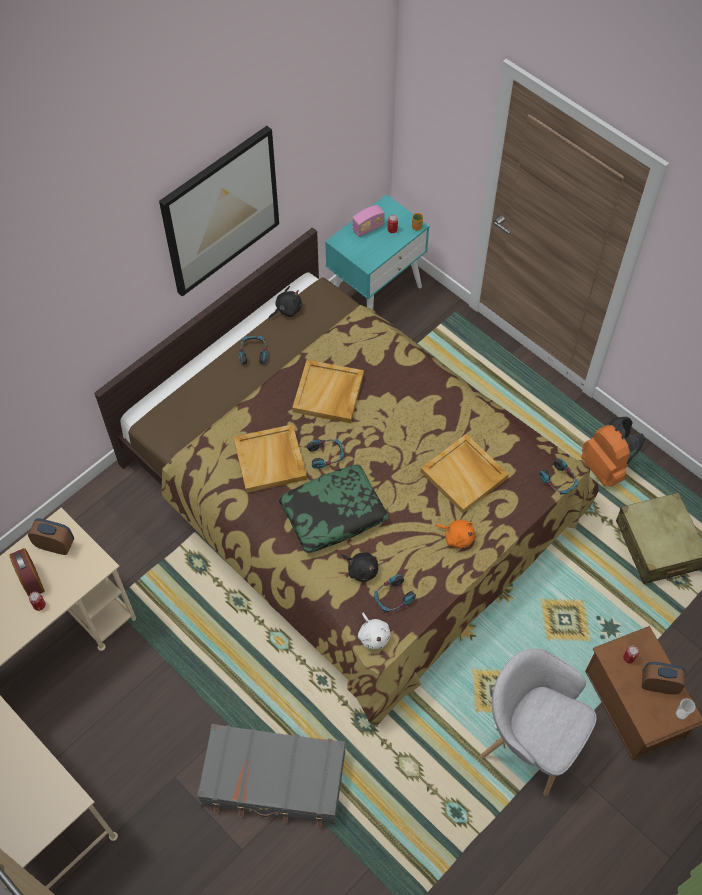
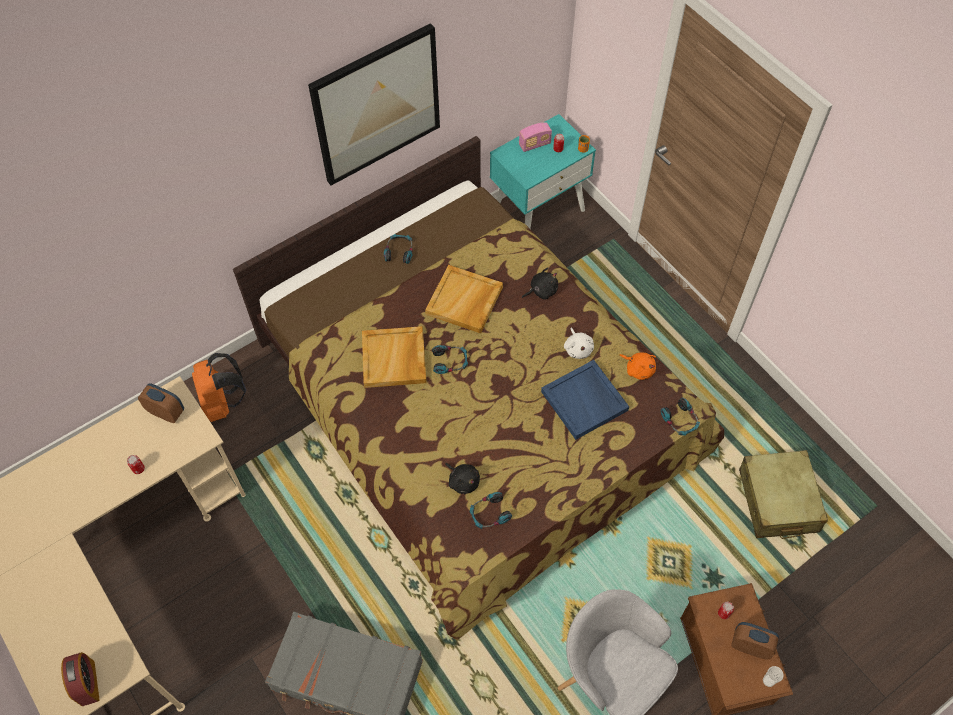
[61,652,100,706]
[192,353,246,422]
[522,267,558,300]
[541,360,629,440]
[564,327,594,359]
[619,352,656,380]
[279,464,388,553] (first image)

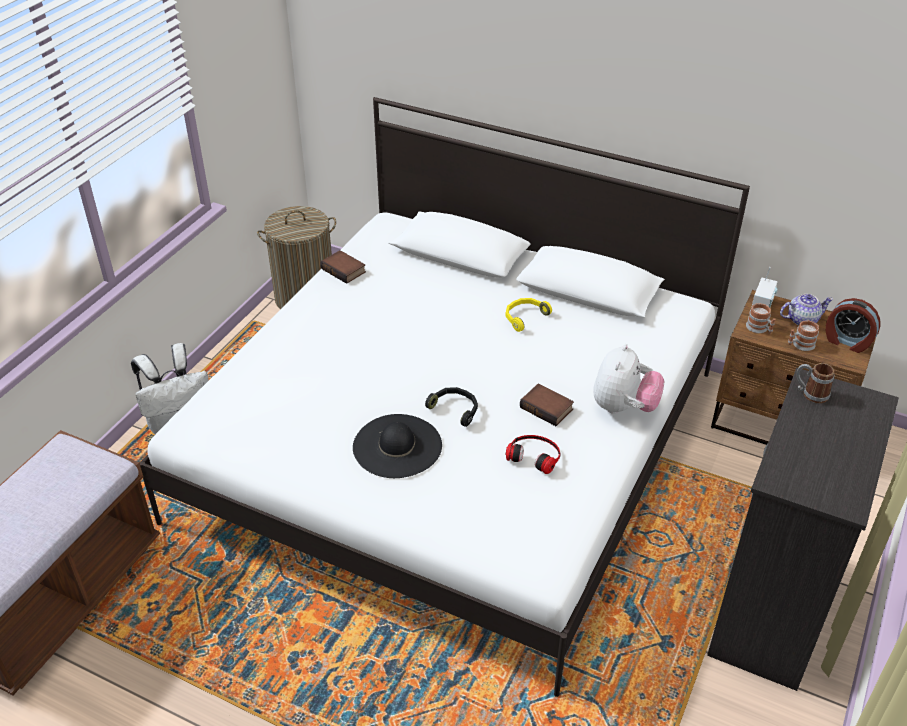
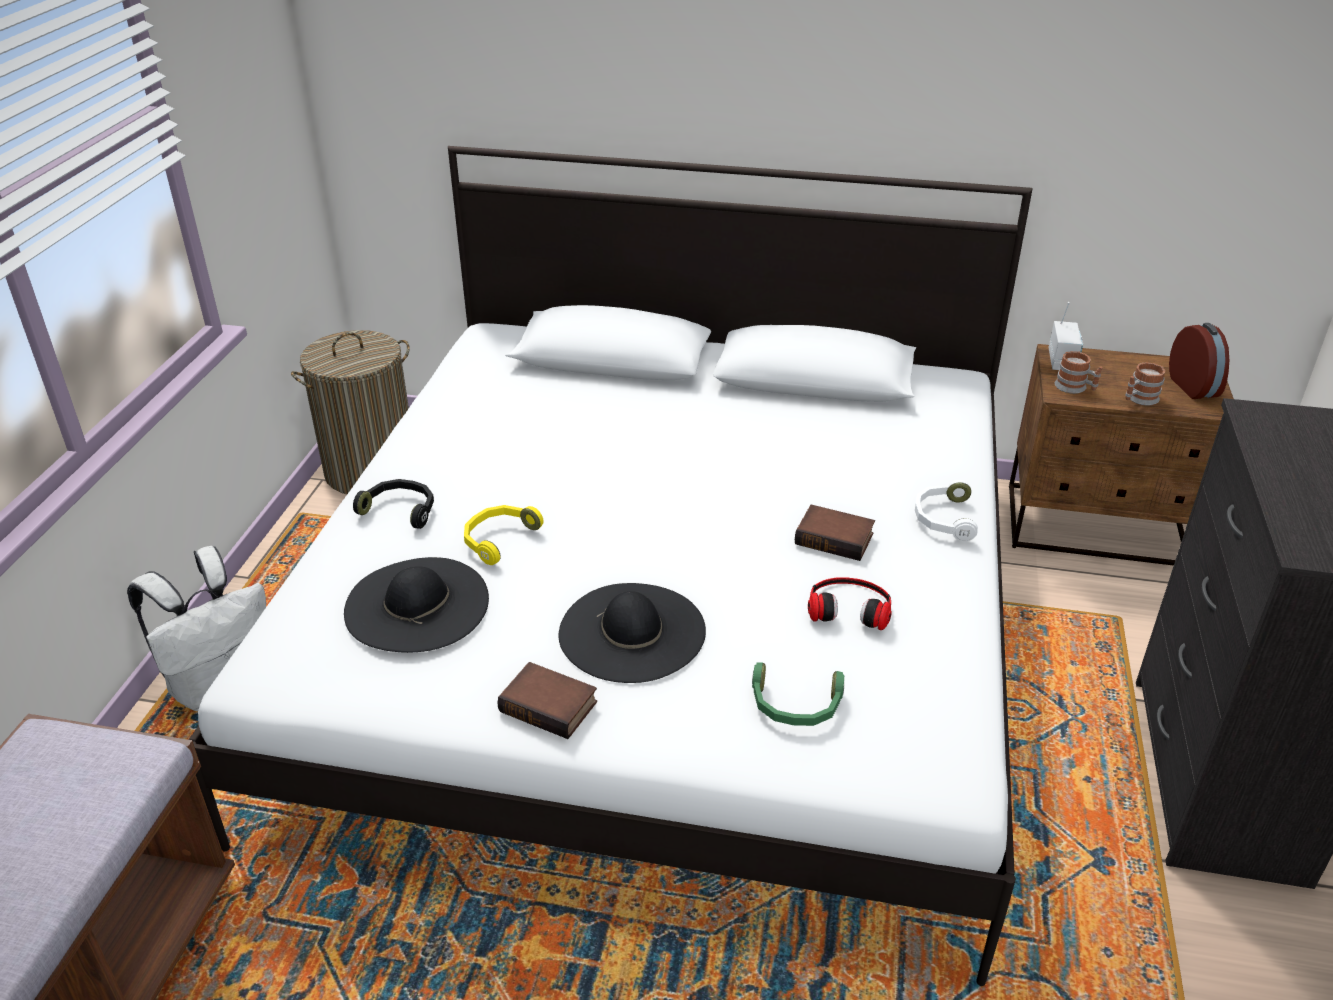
[344,557,489,653]
[353,479,434,529]
[464,505,544,565]
[497,662,597,739]
[752,662,845,726]
[915,480,978,541]
[1169,323,1229,399]
[780,294,833,325] (first image)
[796,363,835,403] (first image)

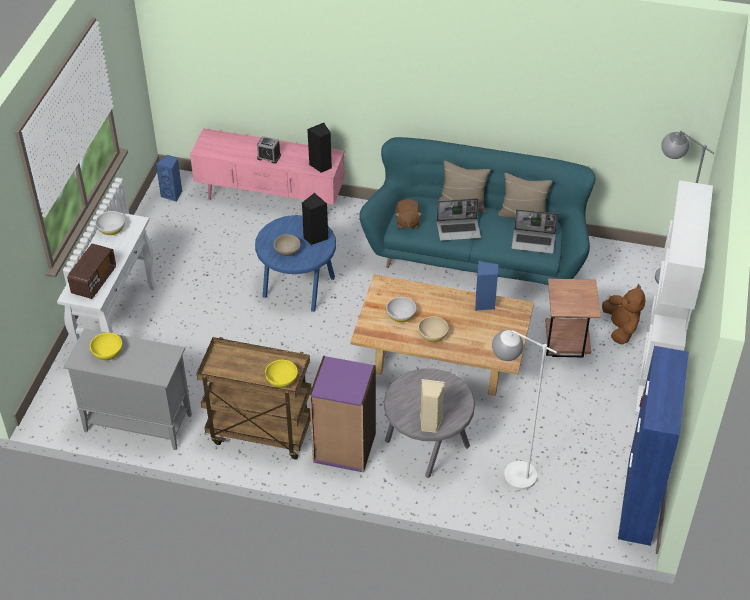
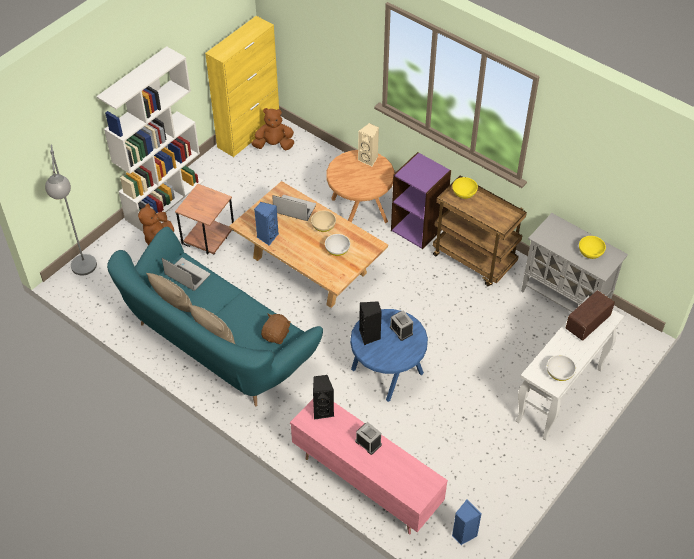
[205,16,279,157]
[252,108,294,150]
[272,195,316,221]
[326,150,394,223]
[390,310,413,341]
[492,330,557,490] (first image)

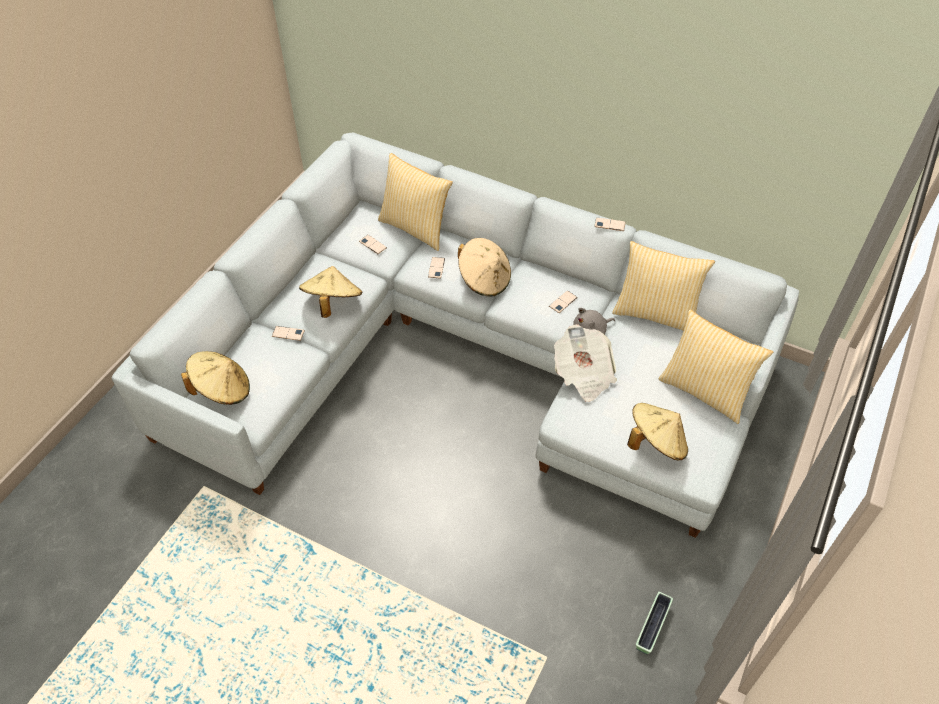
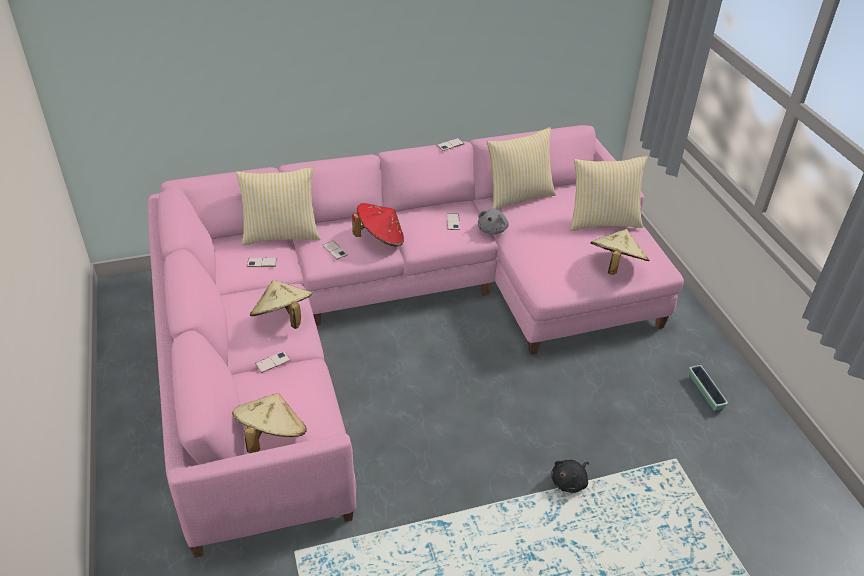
[148,125,684,558]
[352,203,404,247]
[551,460,589,493]
[554,324,617,402] (first image)

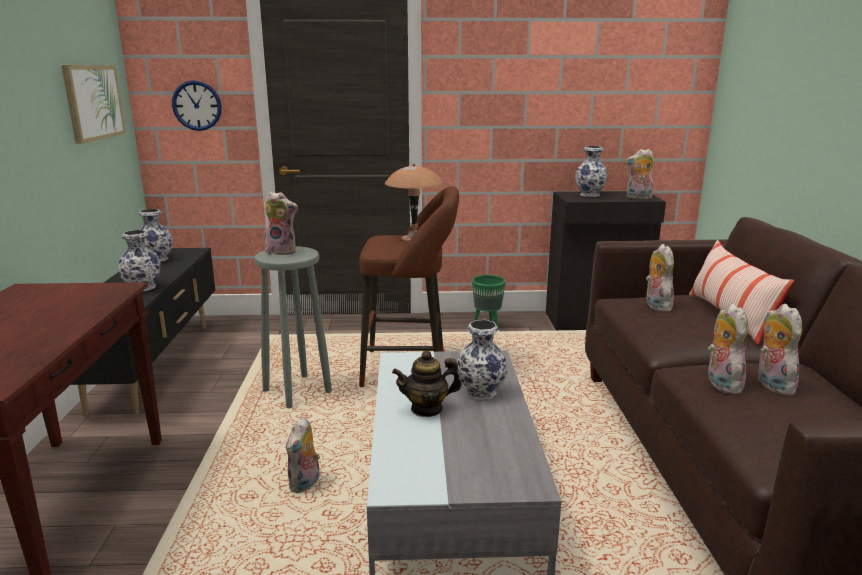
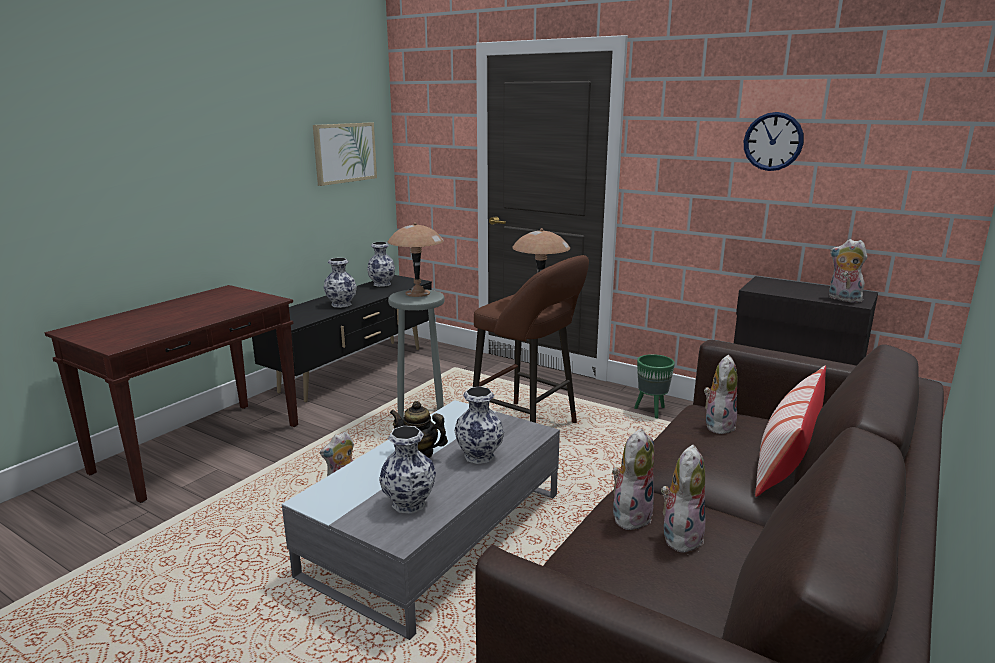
[379,426,436,514]
[388,222,444,297]
[744,112,804,171]

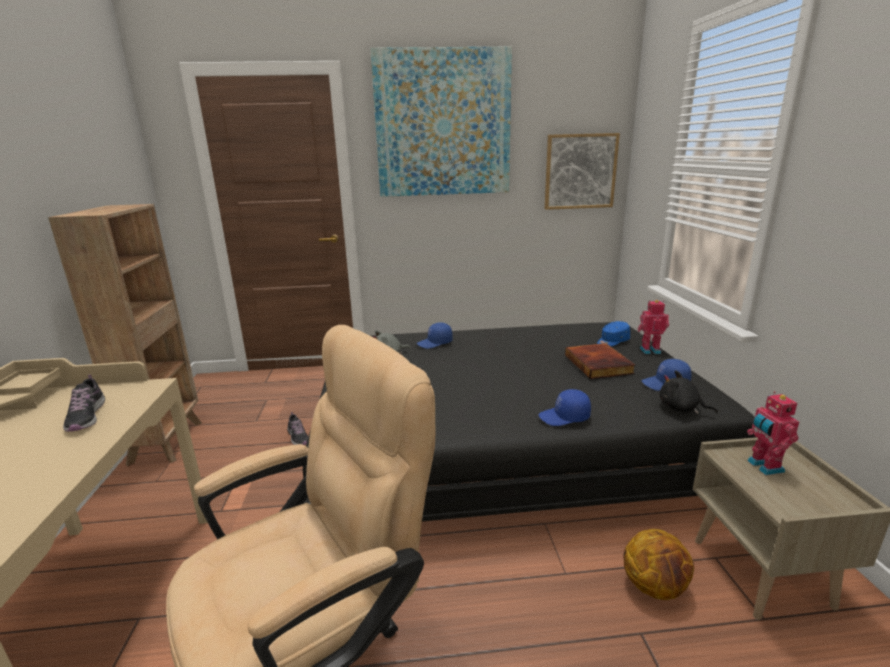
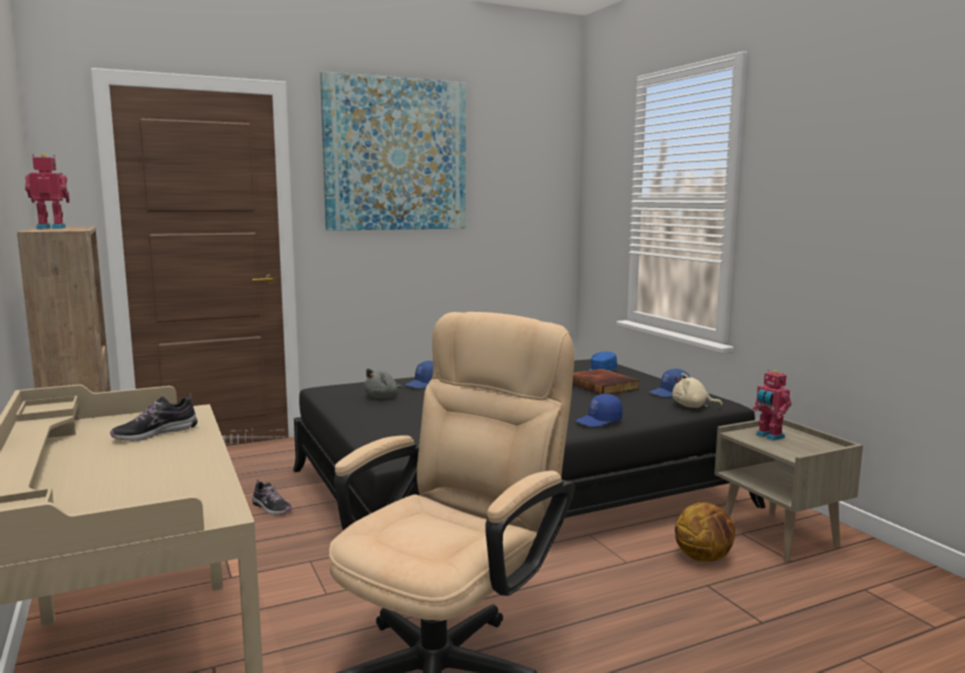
[25,153,70,229]
[110,394,198,441]
[672,373,723,408]
[545,133,620,210] (first image)

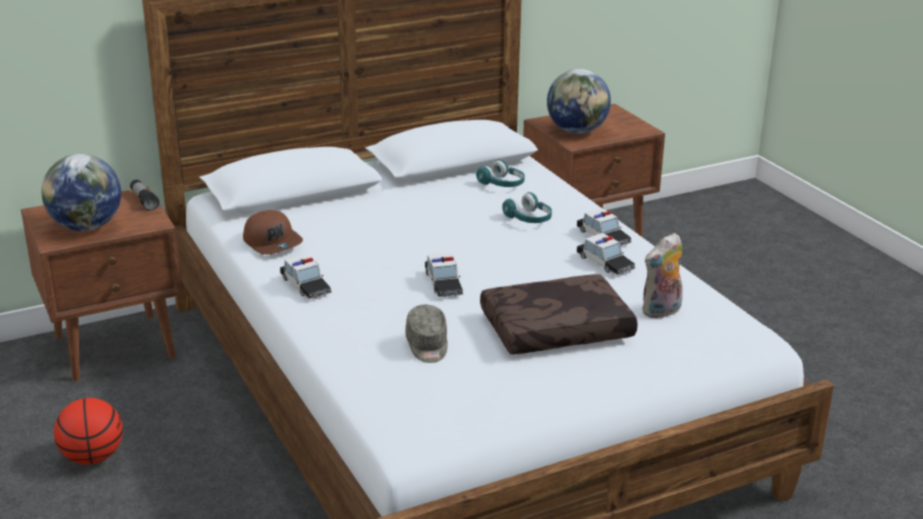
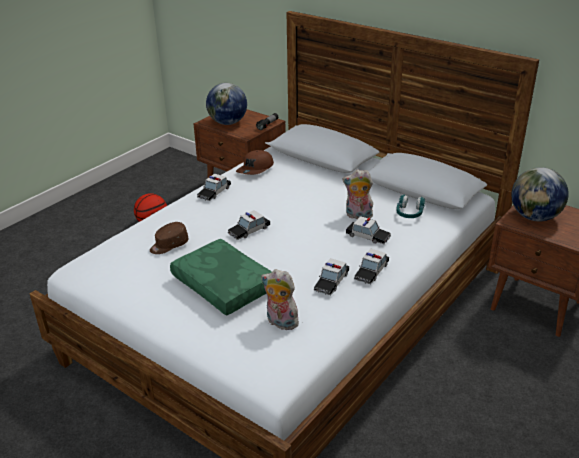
[150,222,188,254]
[170,239,272,316]
[343,170,374,219]
[346,216,391,244]

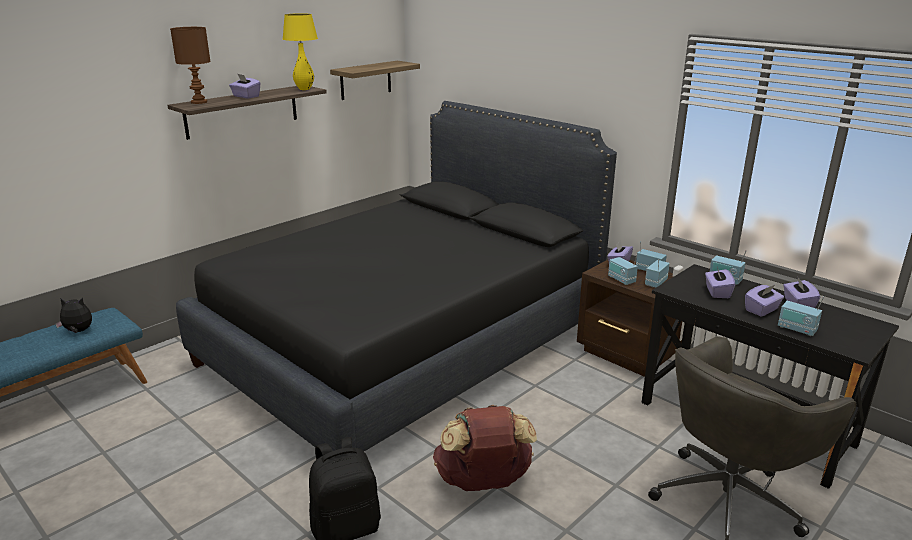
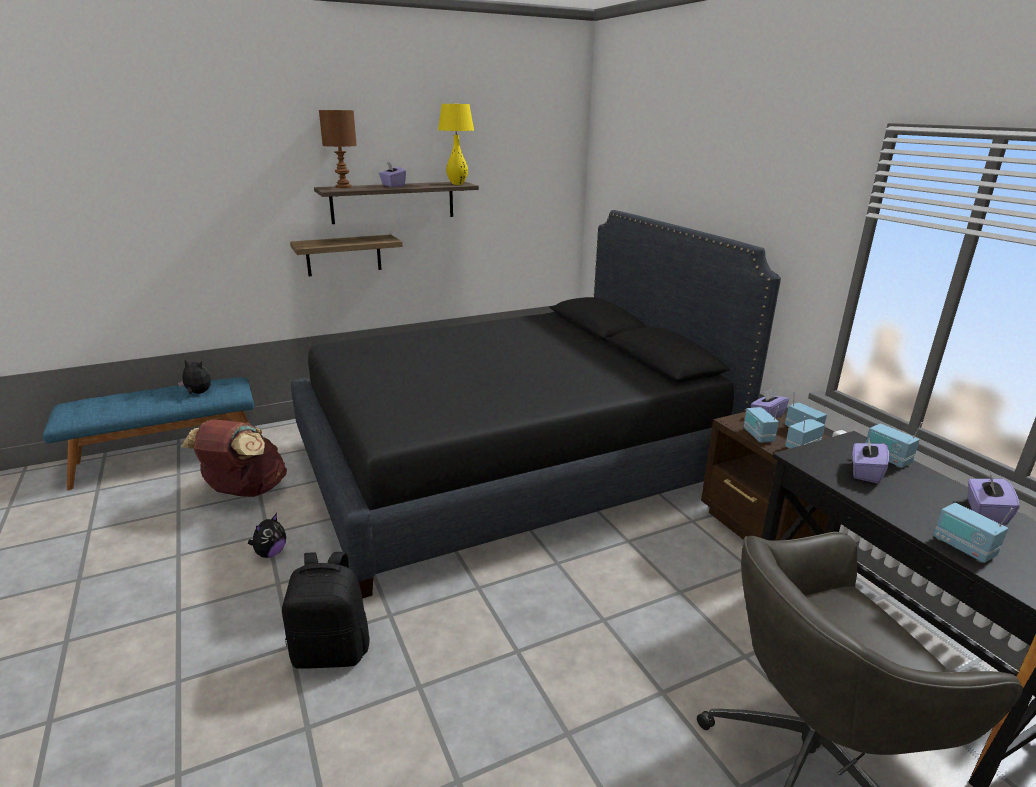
[181,419,287,497]
[248,513,286,558]
[290,234,403,276]
[745,285,784,317] (first image)

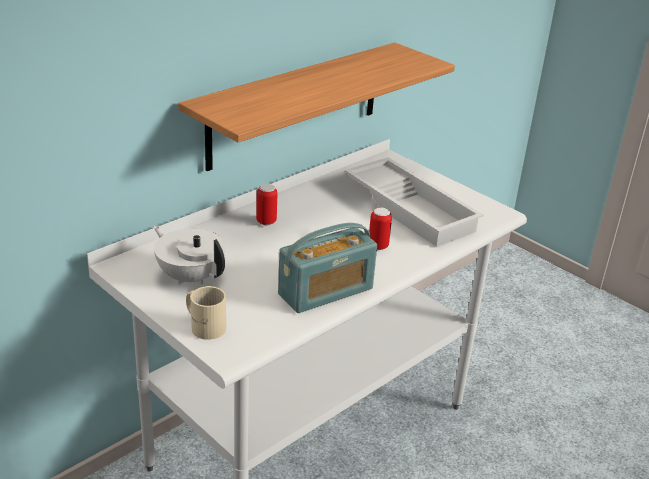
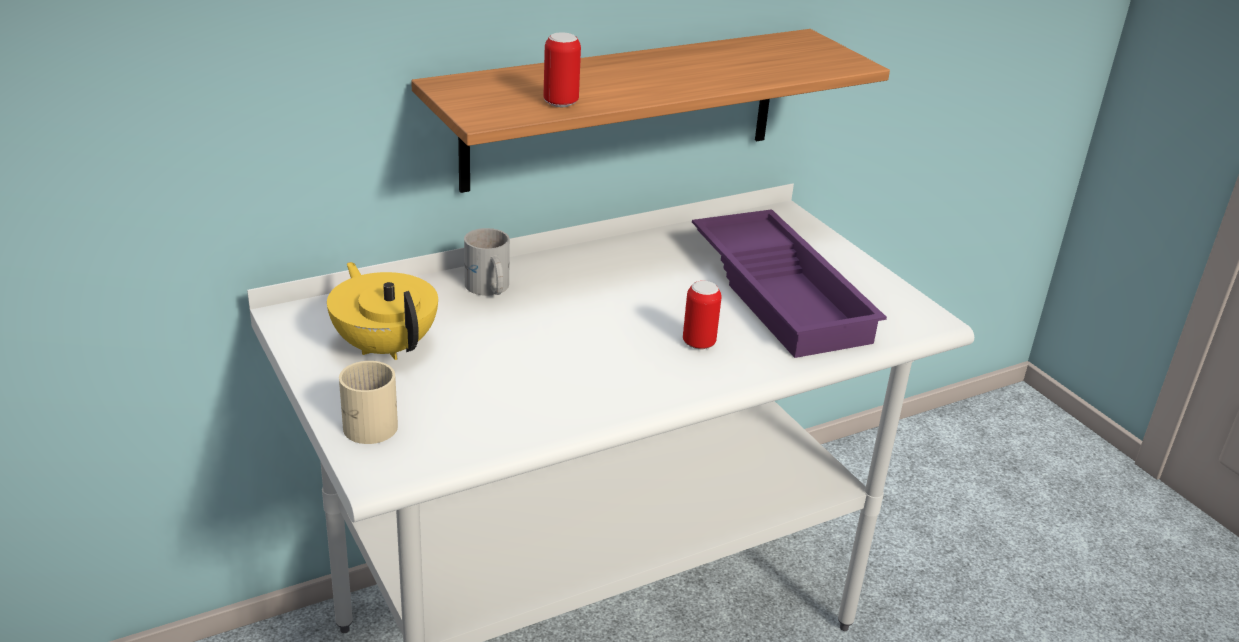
[327,262,438,360]
[464,228,510,296]
[543,32,581,107]
[692,209,887,358]
[278,223,377,313] (first image)

